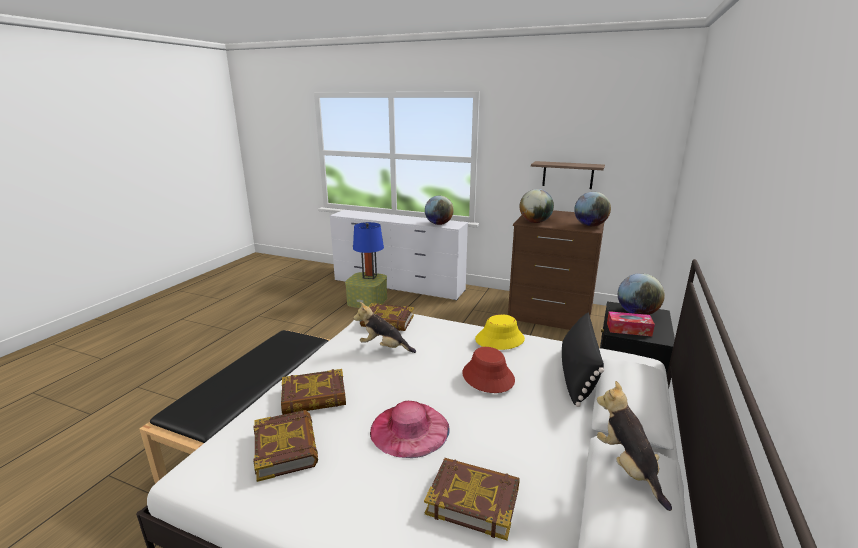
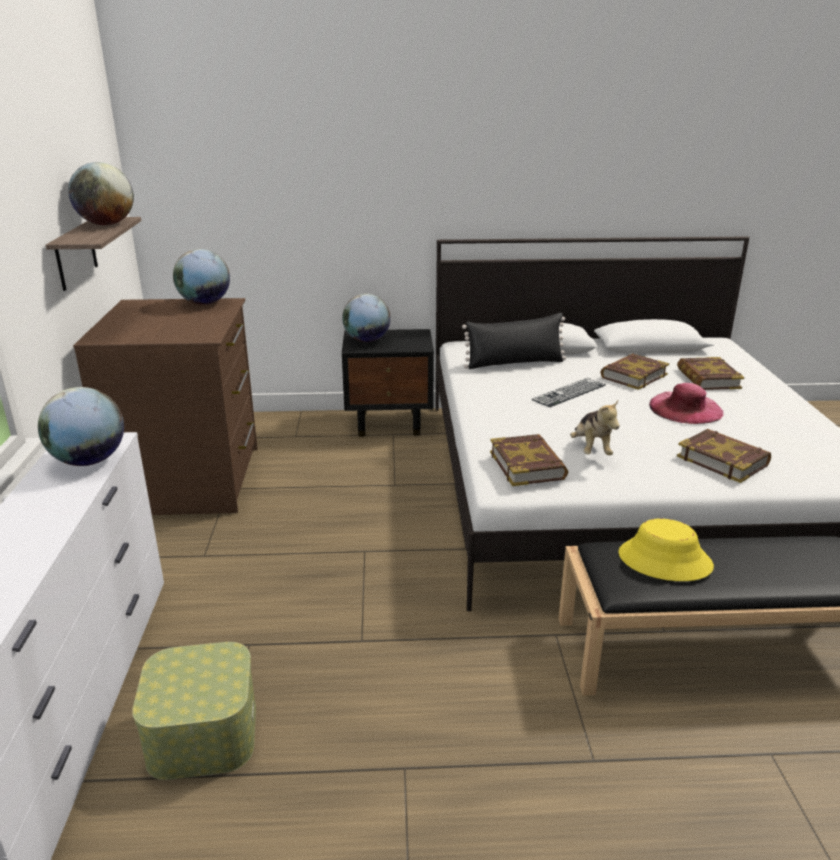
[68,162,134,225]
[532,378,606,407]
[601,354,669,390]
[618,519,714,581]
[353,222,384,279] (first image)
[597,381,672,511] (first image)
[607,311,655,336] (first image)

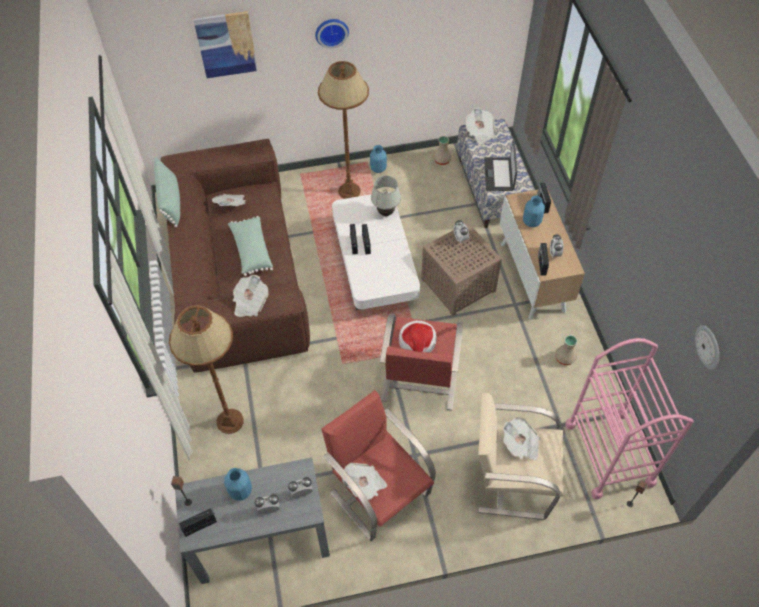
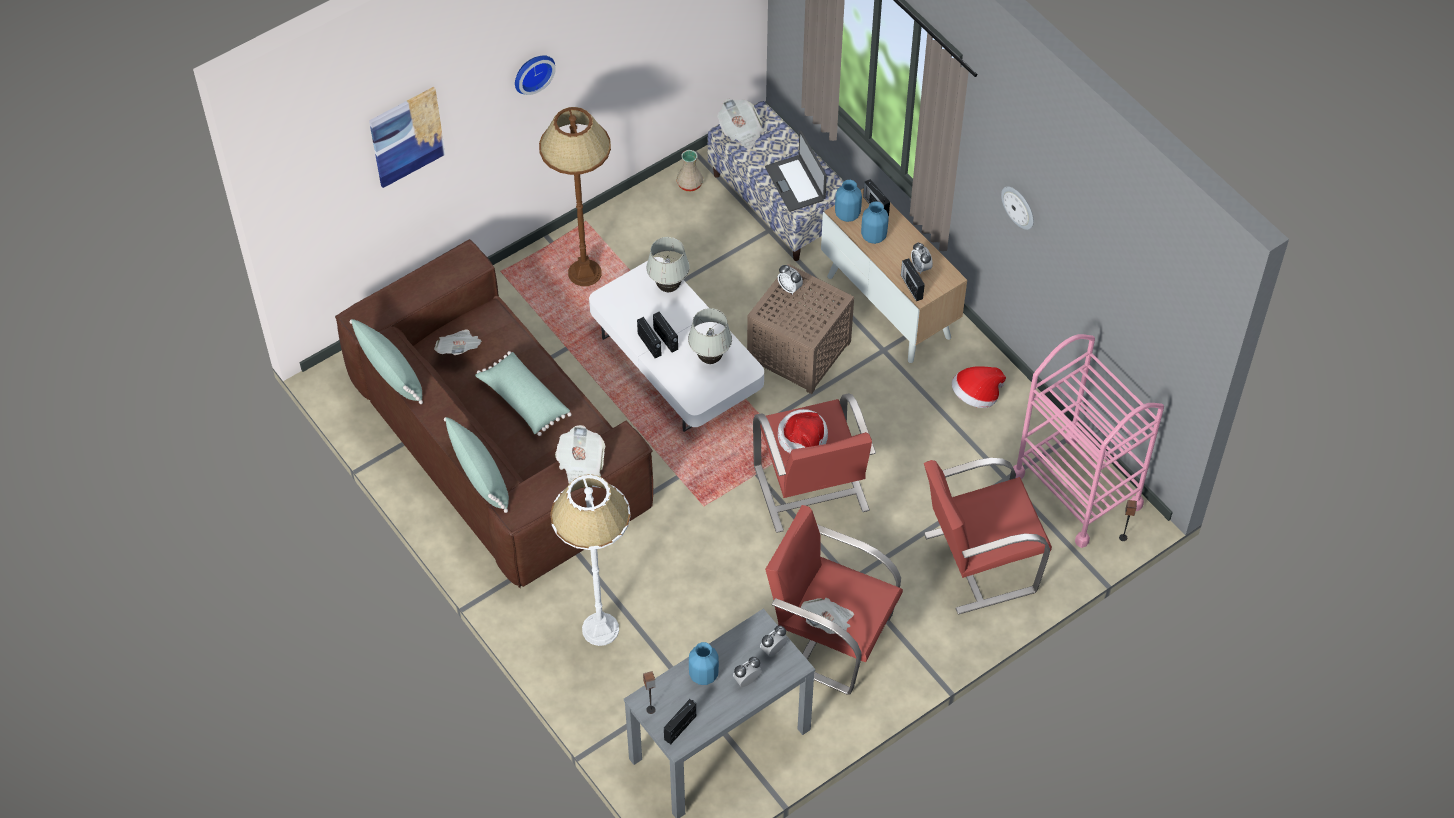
[444,417,509,513]
[550,474,631,646]
[688,308,732,364]
[835,180,862,222]
[924,458,1052,615]
[952,366,1006,408]
[1001,186,1034,230]
[503,417,540,461] (first image)

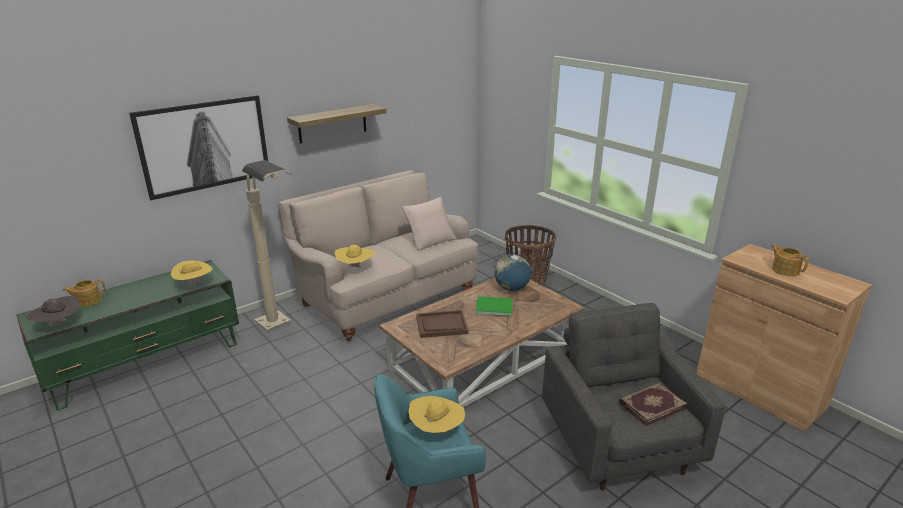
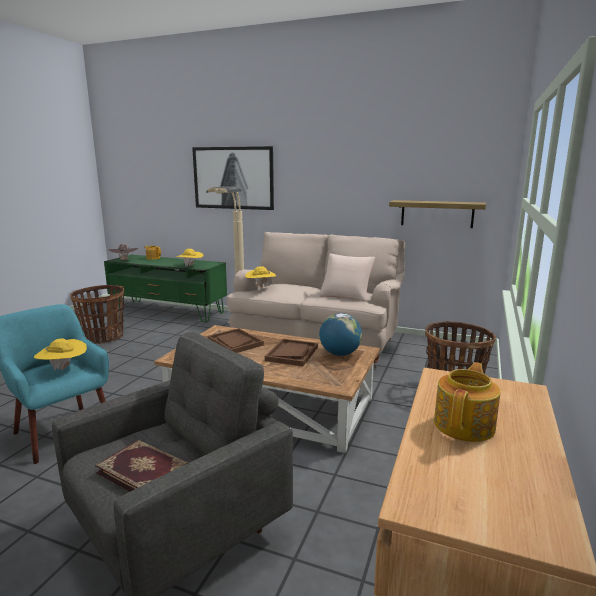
[70,285,124,344]
[265,339,318,366]
[389,200,486,228]

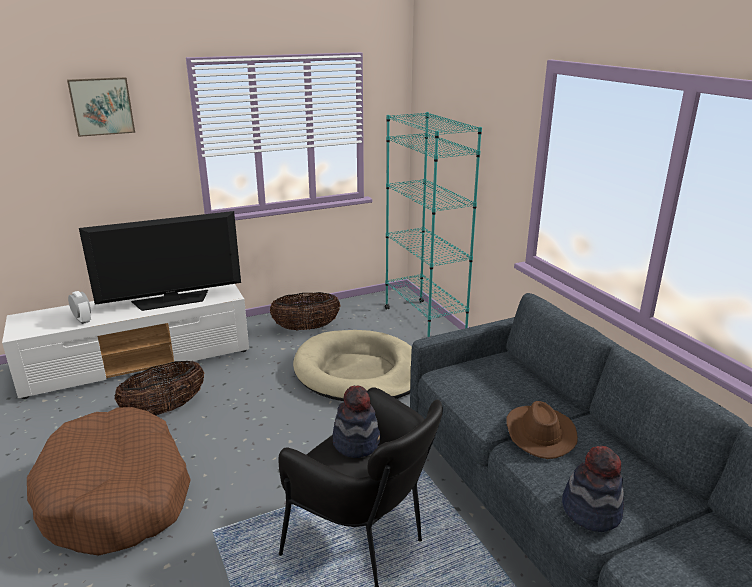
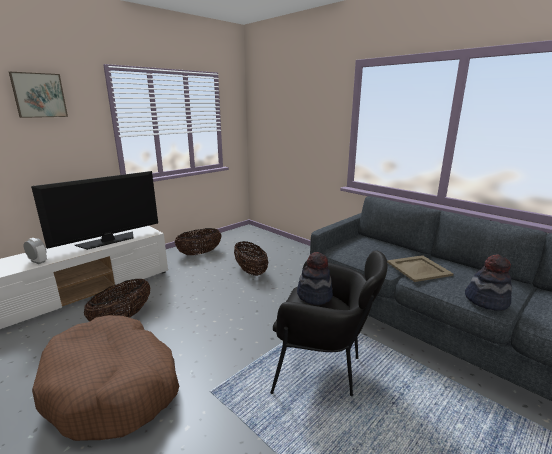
[234,241,268,276]
[387,255,454,282]
[385,112,482,337] (first image)

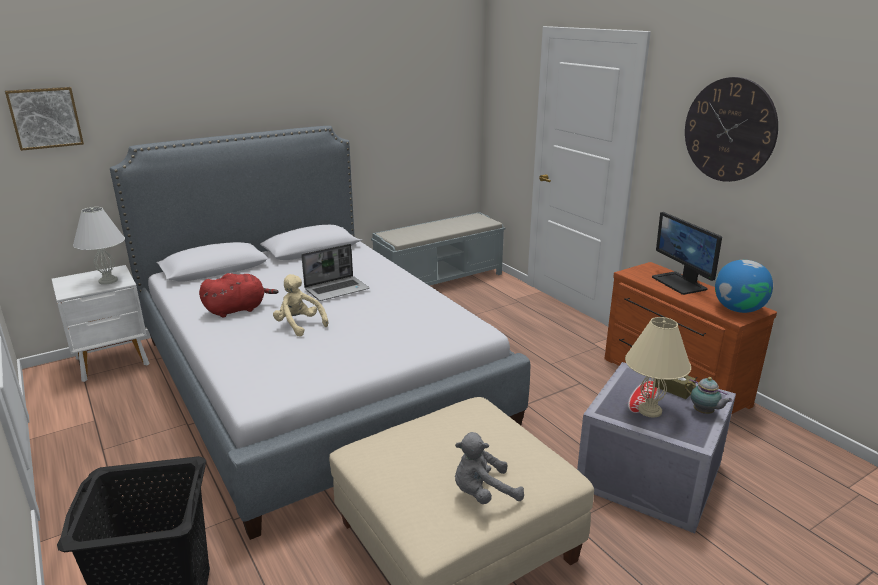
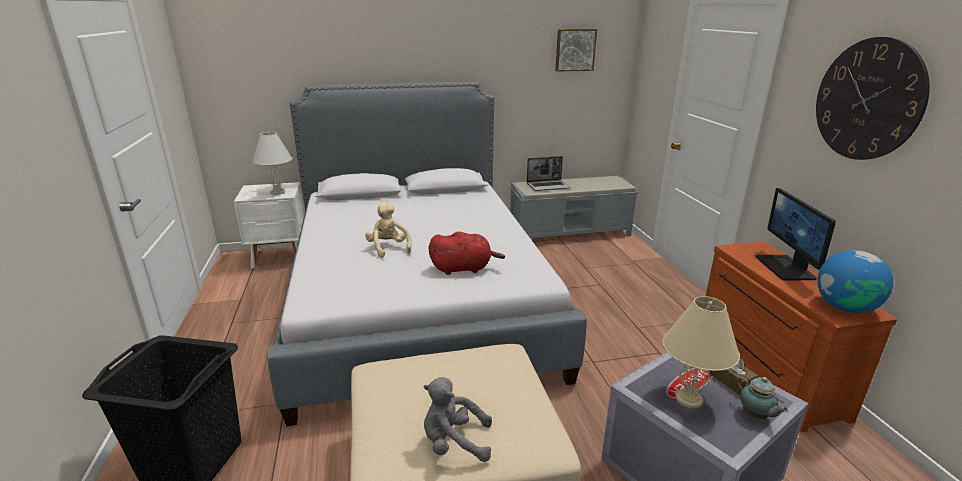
[429,232,505,275]
[527,156,570,191]
[555,29,597,72]

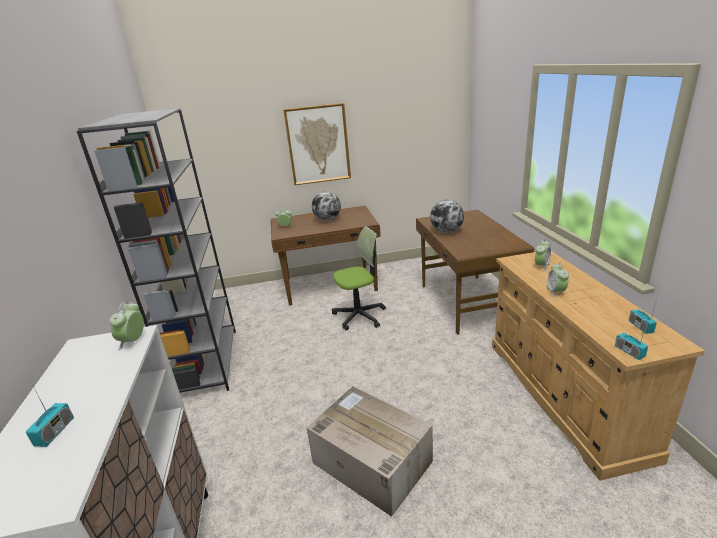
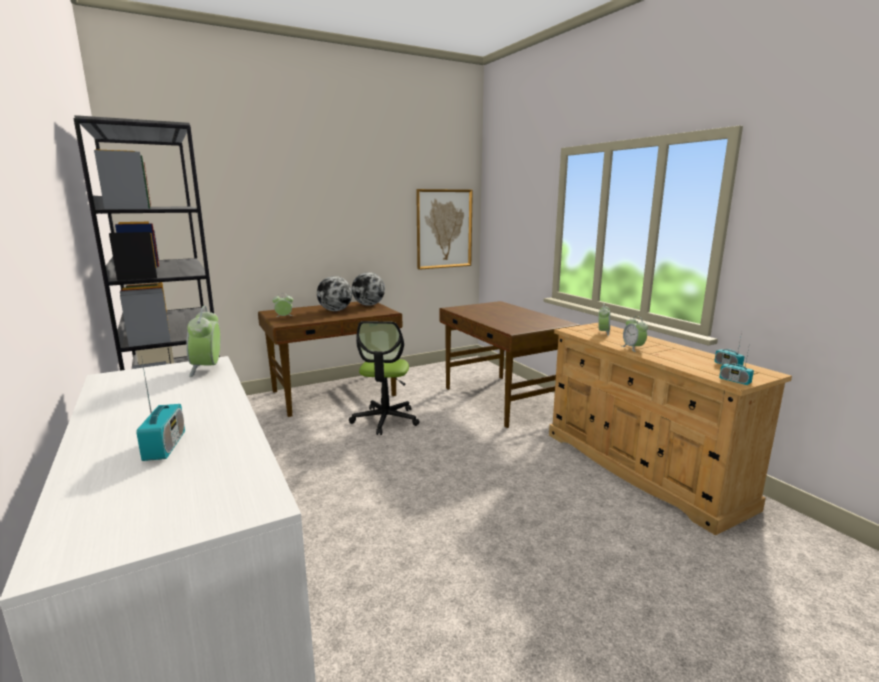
[349,321,420,435]
[352,272,385,306]
[416,189,473,270]
[306,386,433,517] (first image)

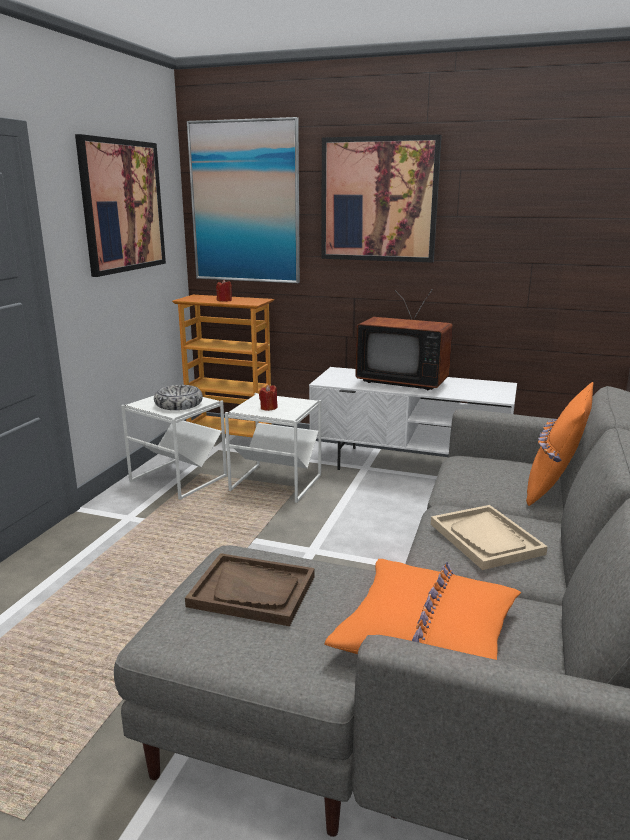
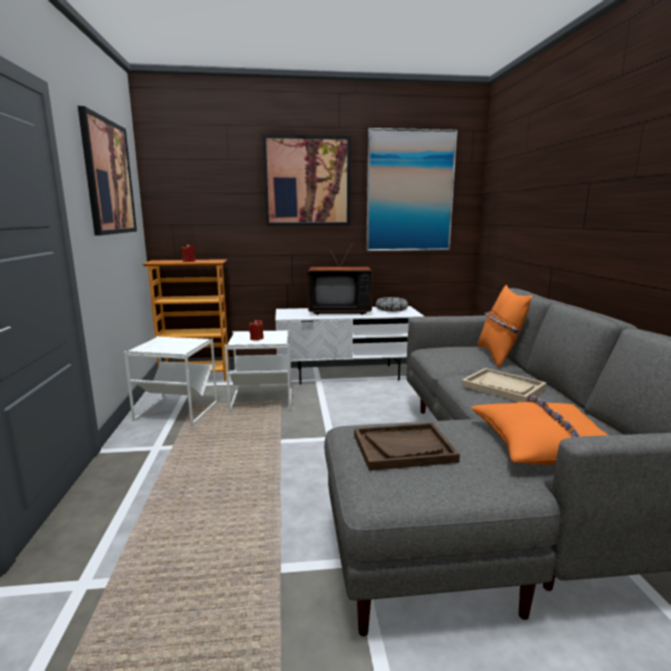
[366,128,457,251]
[376,297,408,312]

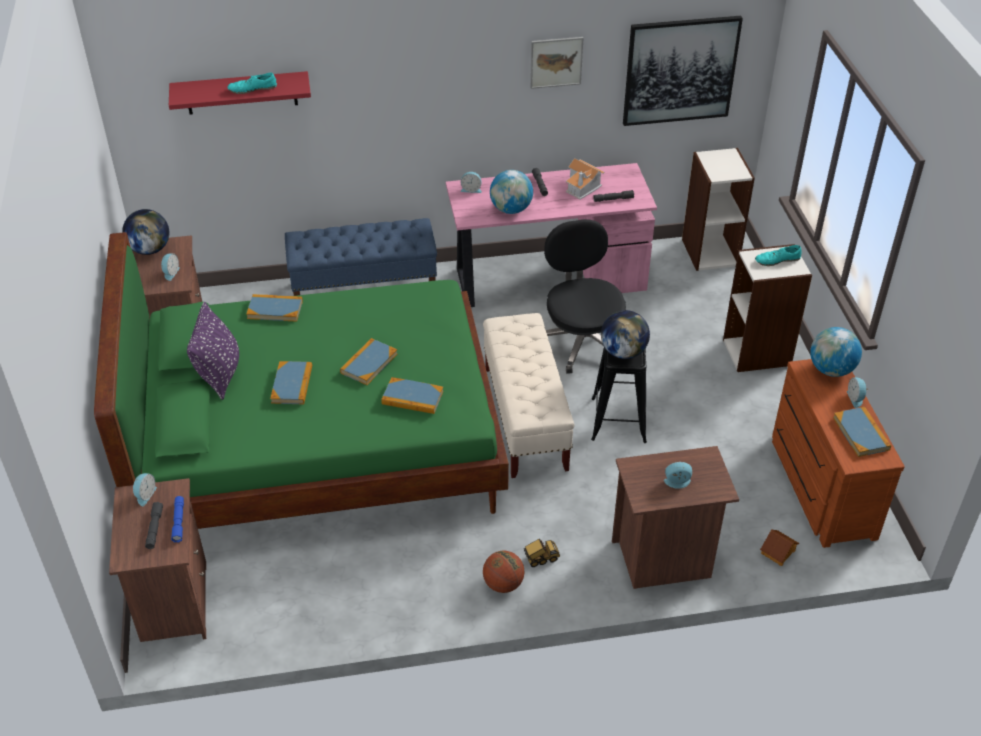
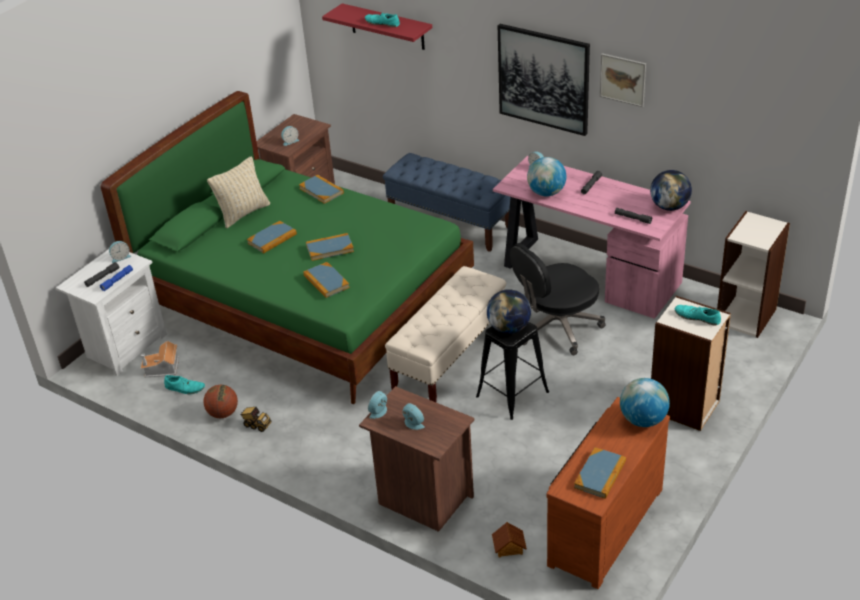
[56,249,167,376]
[140,341,179,377]
[164,375,205,394]
[203,385,238,418]
[207,156,270,228]
[240,407,271,432]
[368,391,387,419]
[498,24,590,136]
[510,243,606,355]
[650,170,692,211]

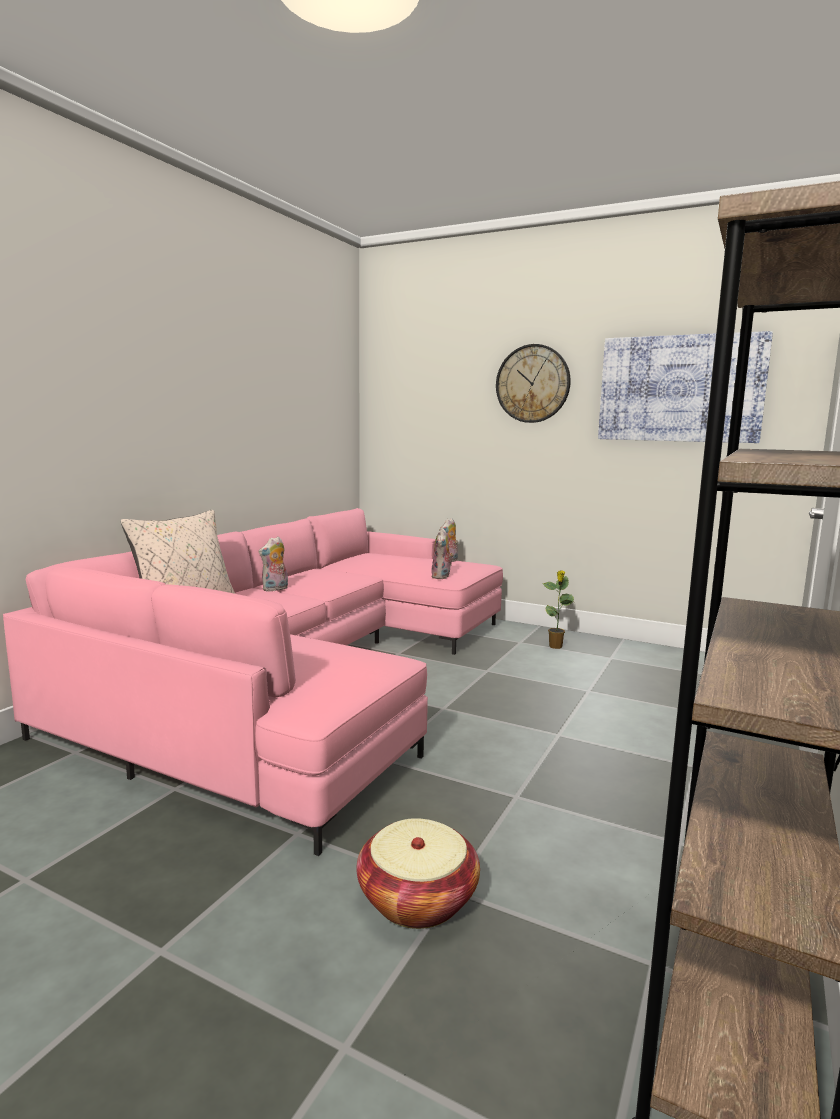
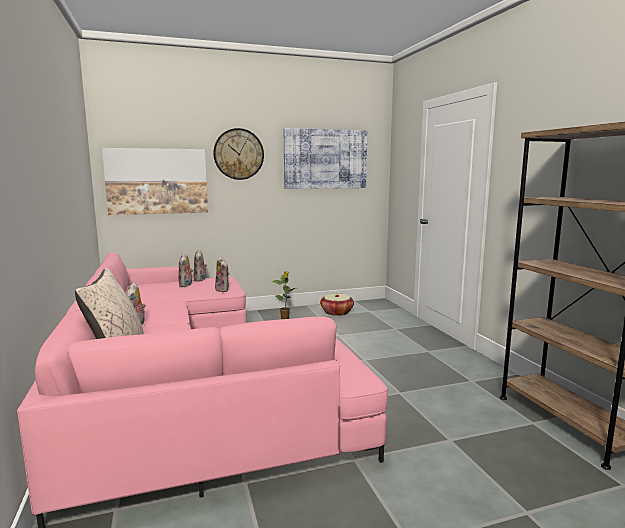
[102,148,208,215]
[179,253,193,287]
[320,293,354,316]

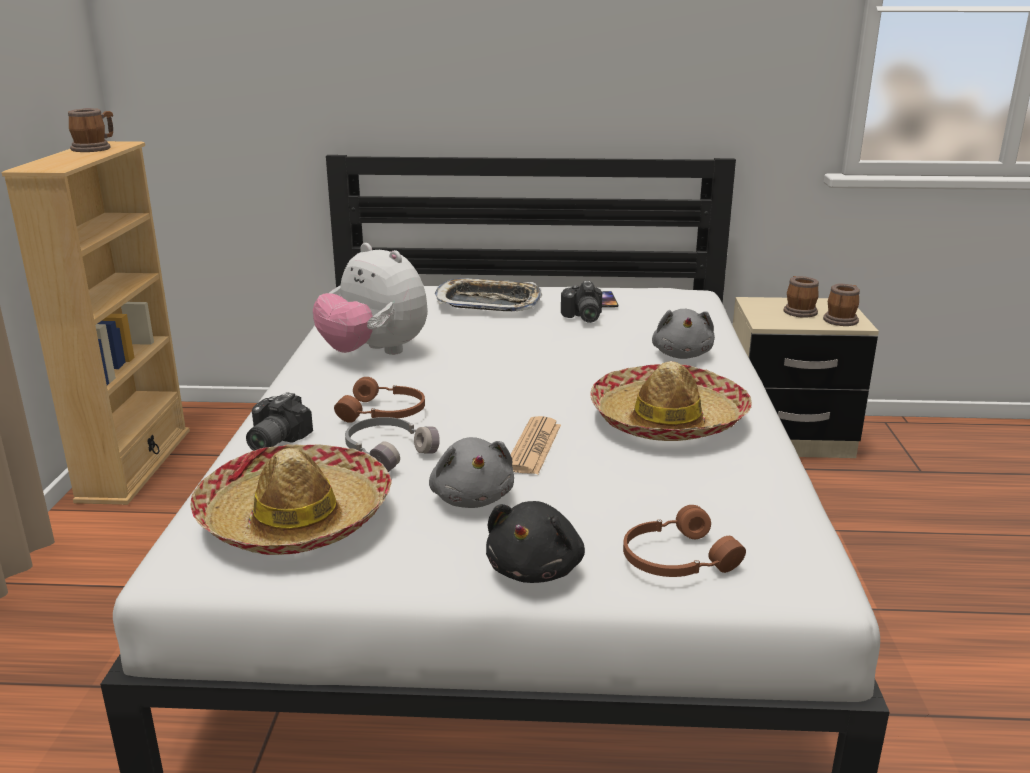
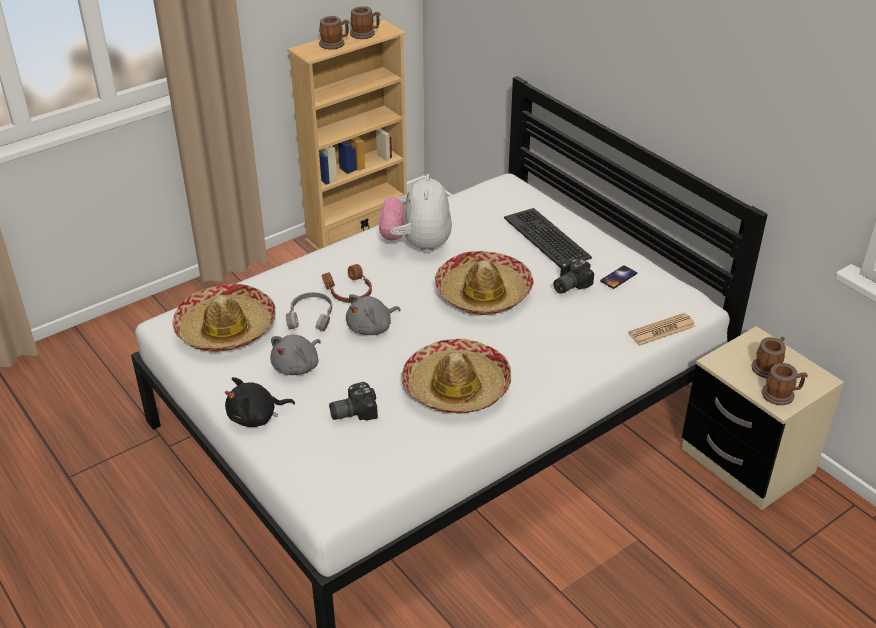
[319,16,350,50]
[329,382,378,420]
[346,294,401,335]
[435,251,534,315]
[504,208,592,268]
[628,313,695,345]
[623,505,746,577] (first image)

